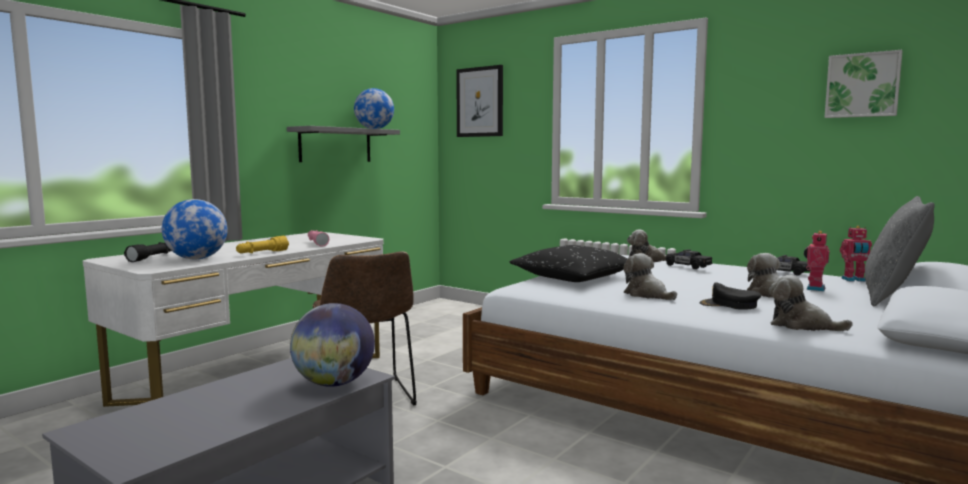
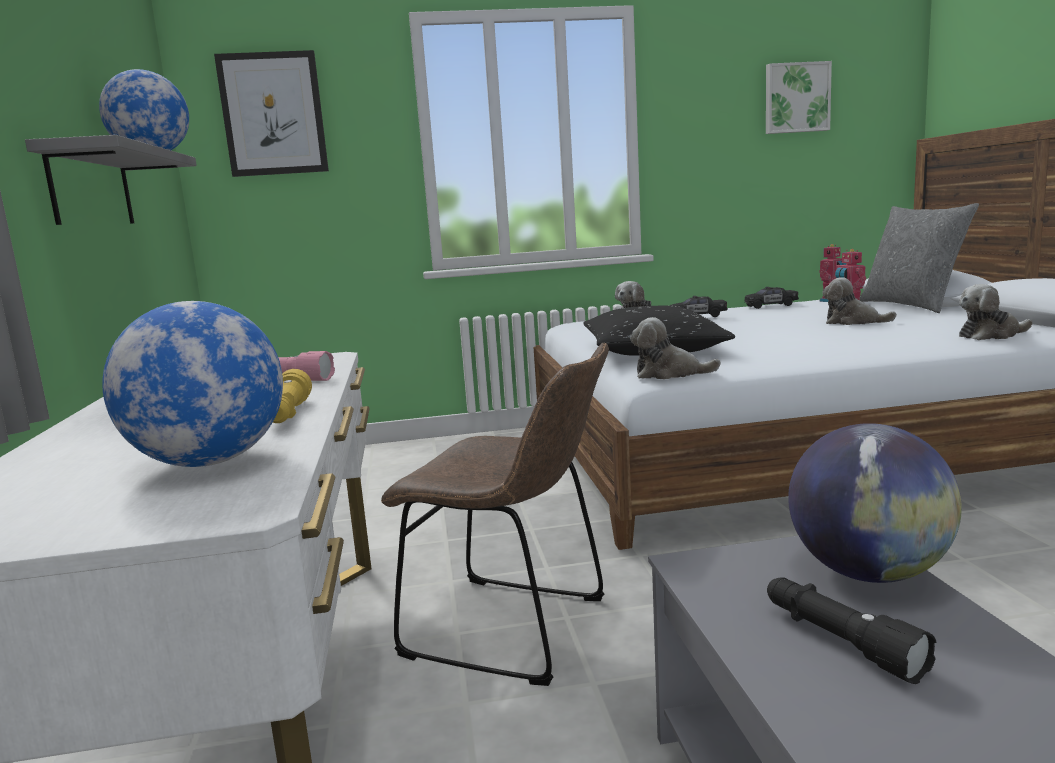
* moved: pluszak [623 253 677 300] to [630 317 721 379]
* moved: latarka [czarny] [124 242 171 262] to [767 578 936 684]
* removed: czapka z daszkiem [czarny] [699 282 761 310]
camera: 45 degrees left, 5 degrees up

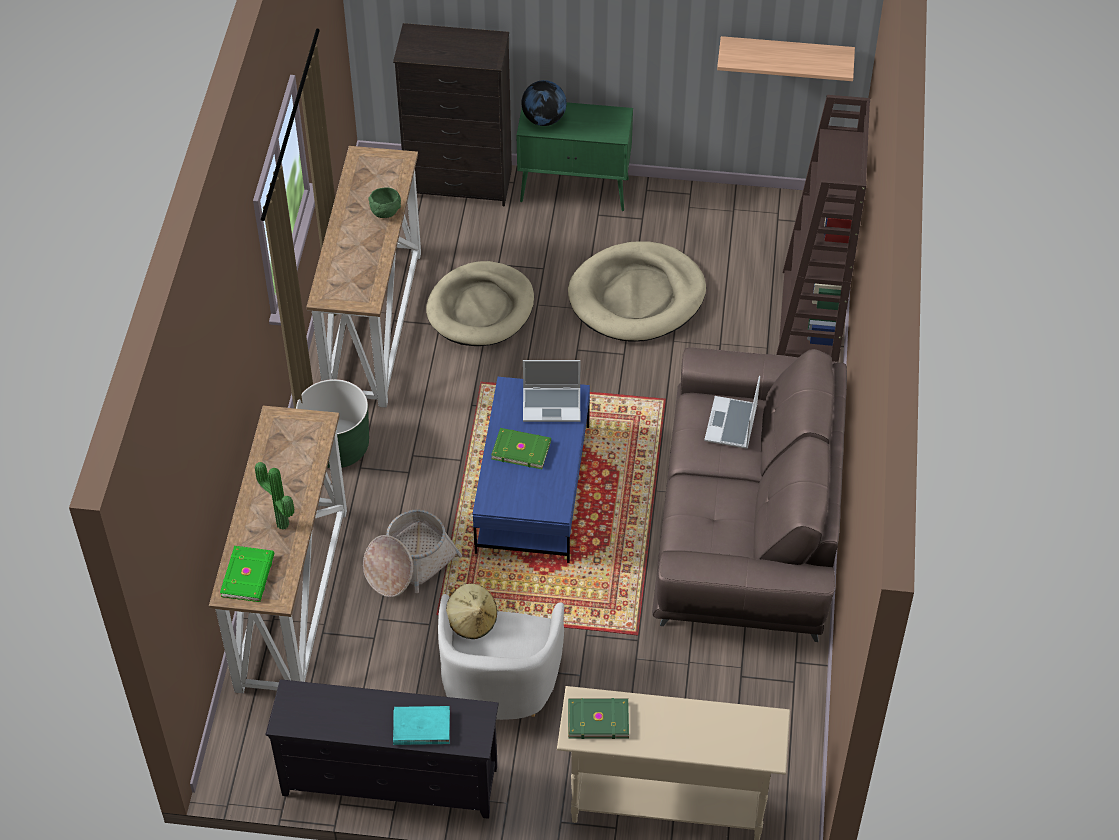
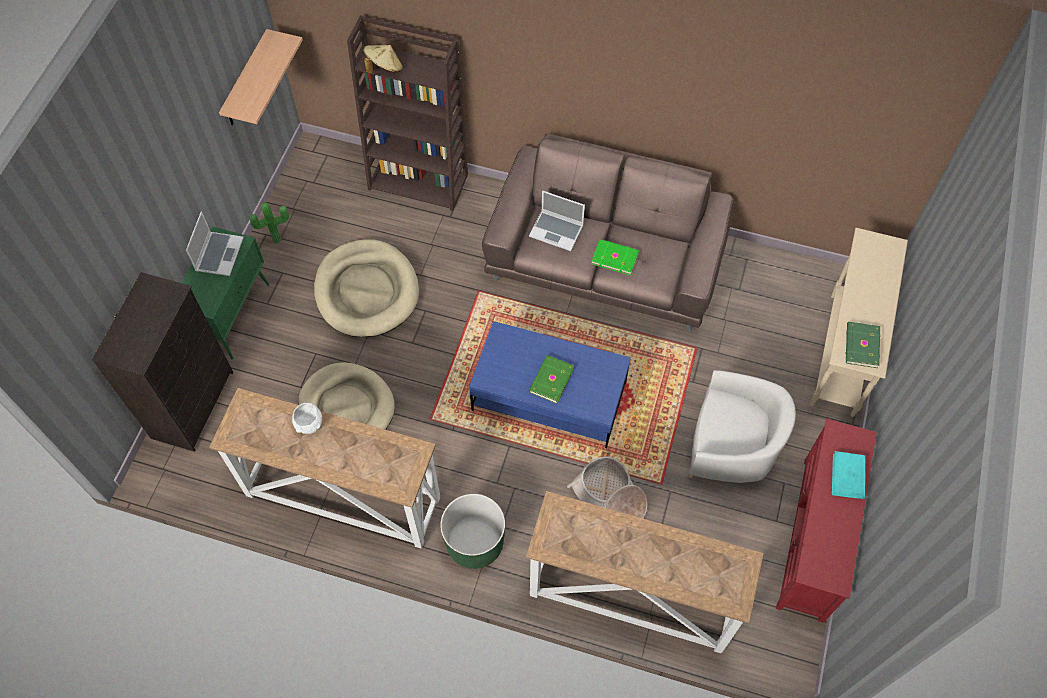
* moved: laptop [523 360 581 422] to [186 211 244 276]
* moved: roślina doniczkowa [255 462 294 530] to [249 202 289 243]
* recoloured: miska [zielony] [368 187 401 218] to miska [biały] [292 403 322 434]
* moved: kapelusz [beżowy] [446 583 497 639] to [363 45 403 73]
* moved: książka [zielony] [220 546 274 602] to [591 239 639 275]
* recoloured: szafka pod telewizor [czarny] [265 679 499 819] to szafka pod telewizor [czerwony] [776 419 877 622]
* removed: globus [521 80 567 126]
camera: 80 degrees left, 10 degrees up

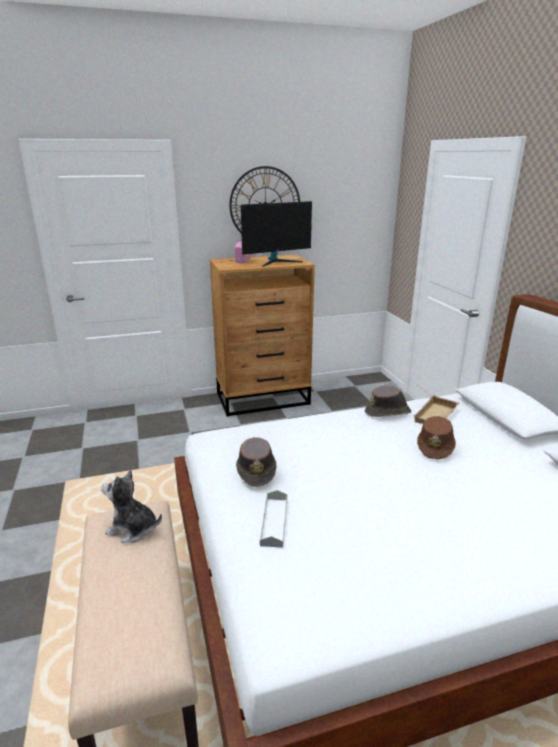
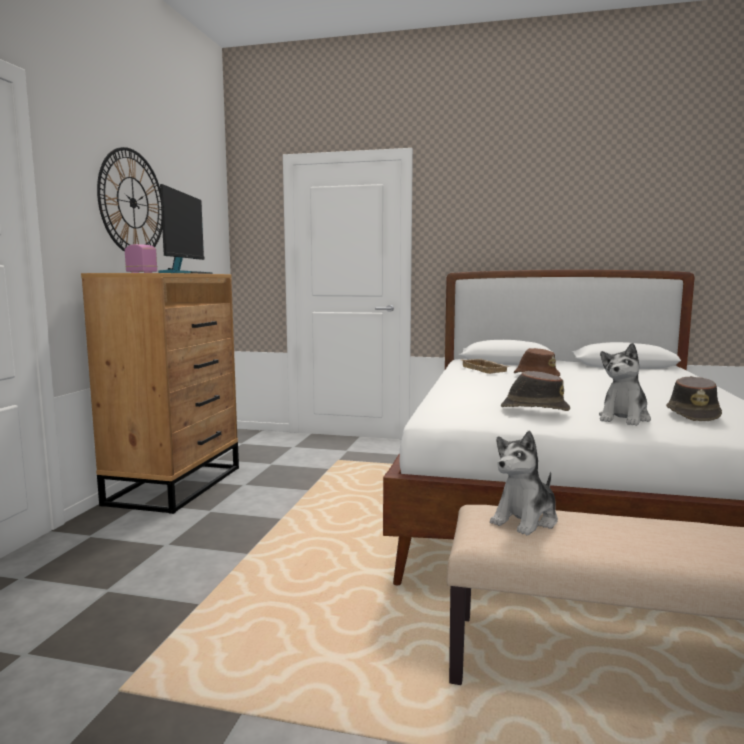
* replaced: taca [szary] [260 490 287 548] to pluszak [599 343 651 426]
* moved: kapelusz [brązowy] [365 385 411 417] to [666 376 722 421]
camera: 60 degrees left, 15 degrees down

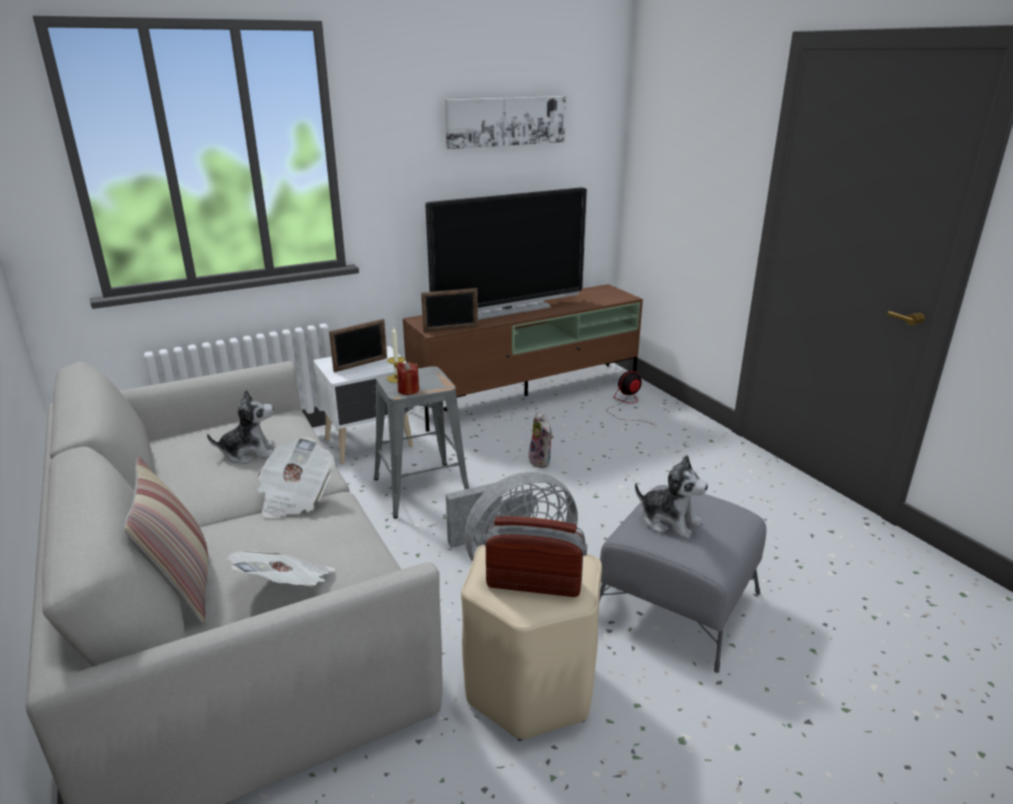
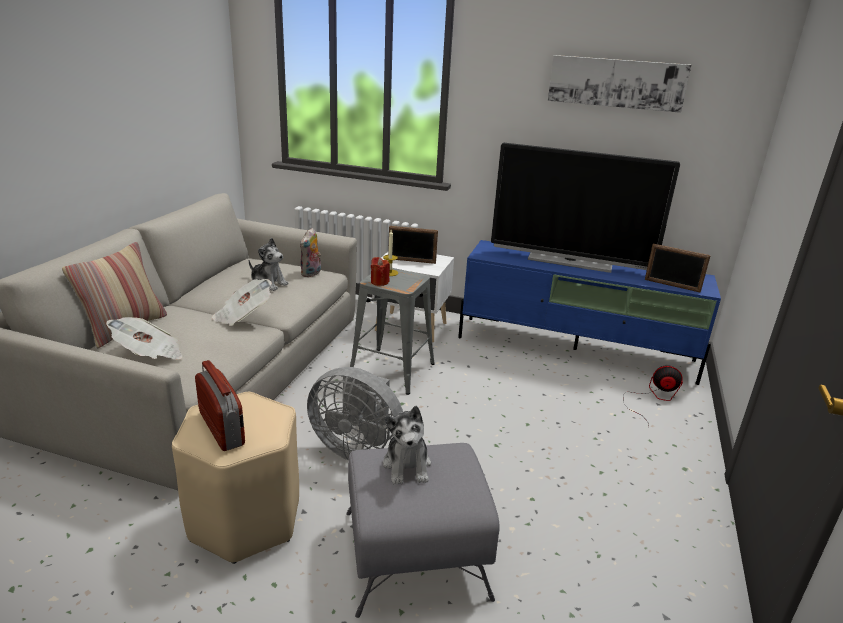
* moved: pluszak [527 411 553 468] to [300 228 321 277]
* recoloured: szafka pod telewizor [brązowy] [403 284 643 431] to szafka pod telewizor [niebieski] [458 240 721 385]
* moved: ramka na zdjęcie [421 288 478 332] to [645 244 711 293]
camera: 45 degrees right, 0 degrees up

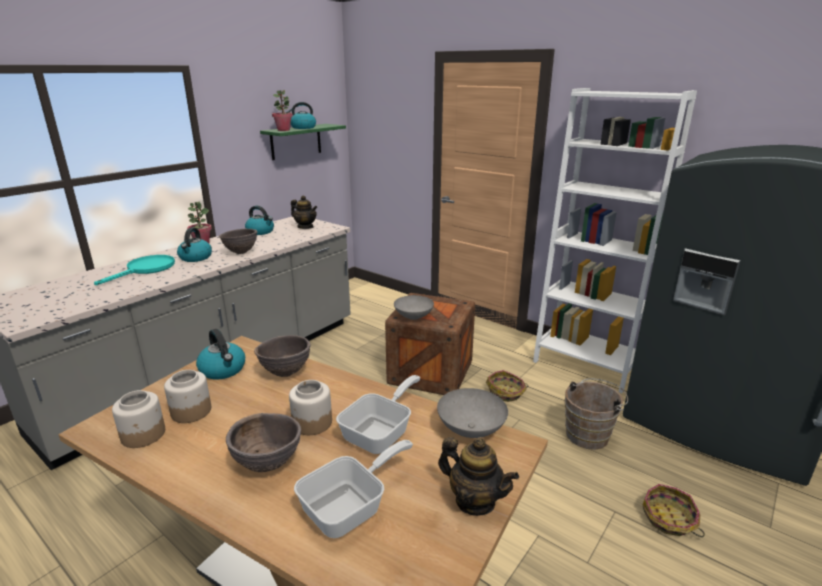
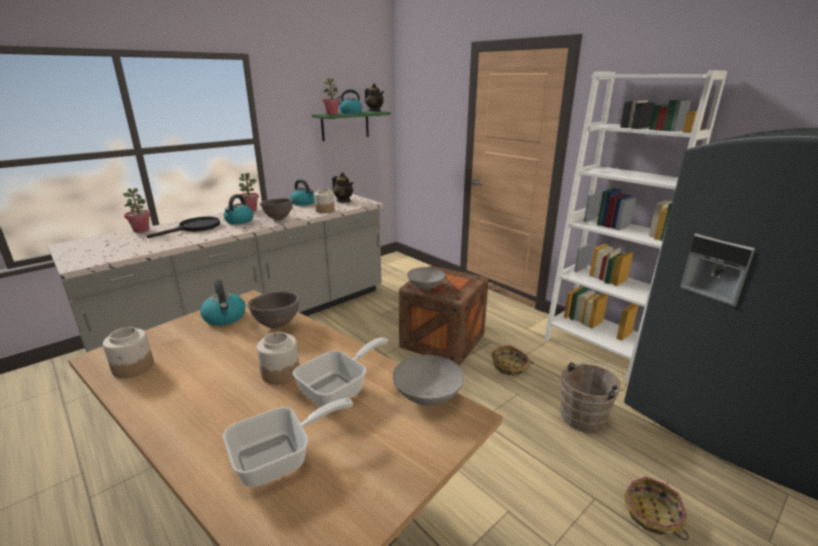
* added: roślina doniczkowa [123 188 151 233]
* recoloured: patelnia [turkusowy] [94 255 175 285] to patelnia [czarny] [147 217 220 238]
* moved: słoik [164 370 211 423] to [314 189 335 213]
* moved: imbryk [438 437 519 516] to [365 83 384 112]
* removed: miska [brązowy] [226 413 301 472]
camera: 10 degrees right, 0 degrees up

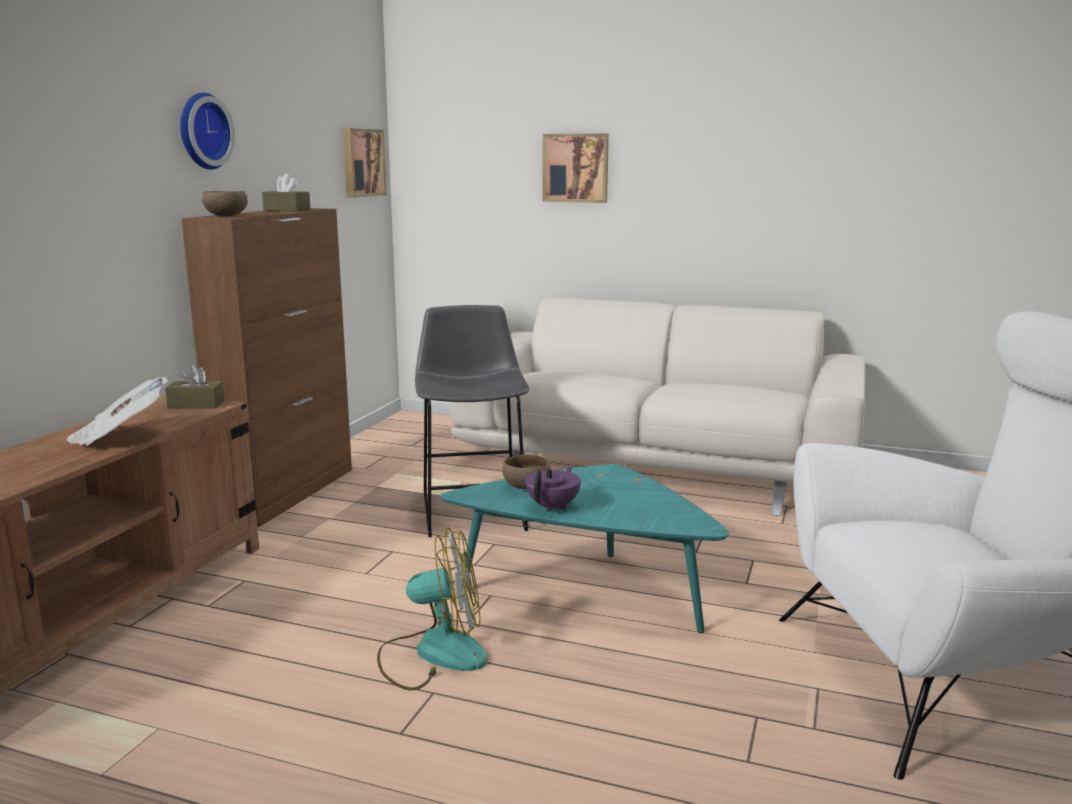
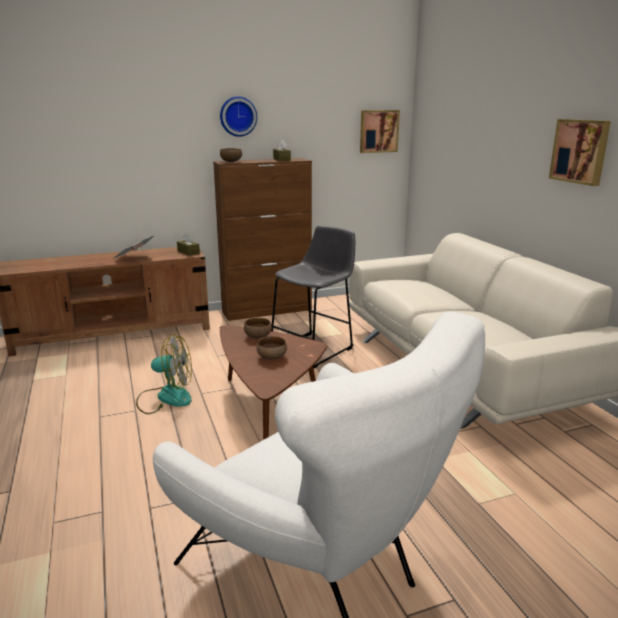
* turned: wentylator [377 527 487 690] = [136 334 192 414] 45 degrees counterclockwise
* recoloured: ława [turkusowy] [440 464 729 633] to ława [brązowy] [220 326 327 440]
* added: miska [brązowy] [257 336 287 360]
* moved: obraz [543 134 609 203] to [549 119 611 186]
* removed: imbryk [fioletowy] [525 466 581 512]
camera: 50 degrees right, 5 degrees up

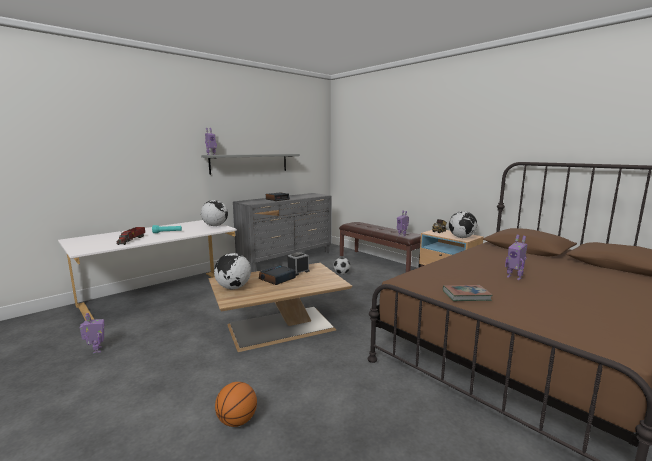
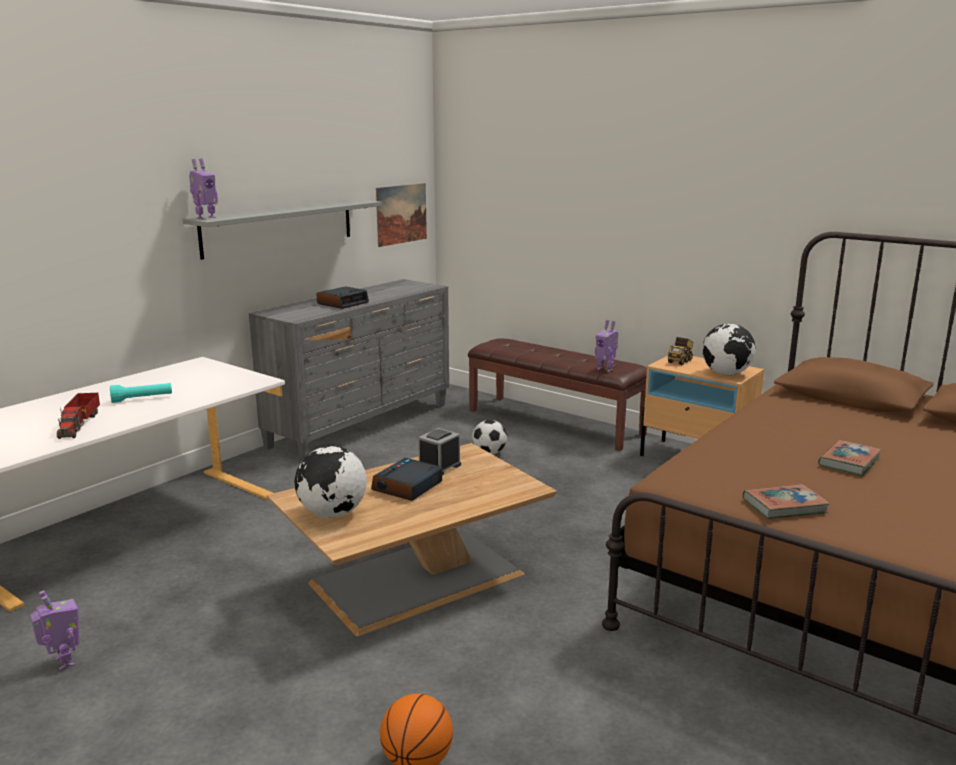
* added: obraz [376 183 427 247]
* replaced: robot zabawkowy [505 235 527 280] to książka [818 440 881 476]
* removed: globus [201 200 228 226]
camera: 10 degrees left, 5 degrees up

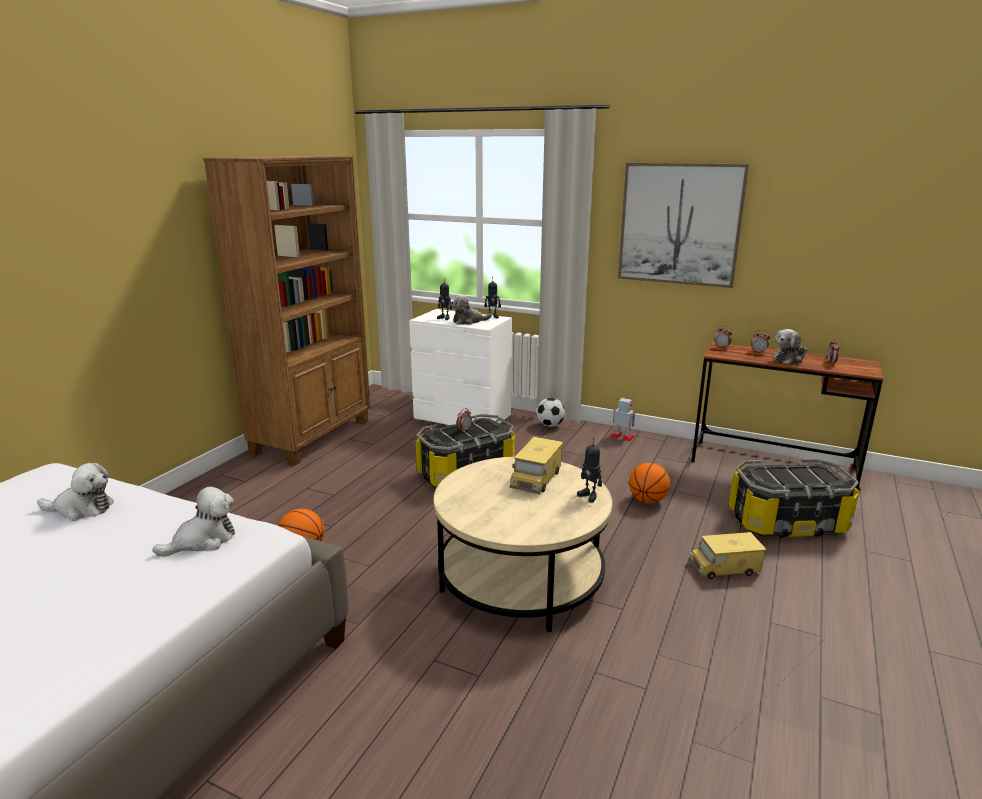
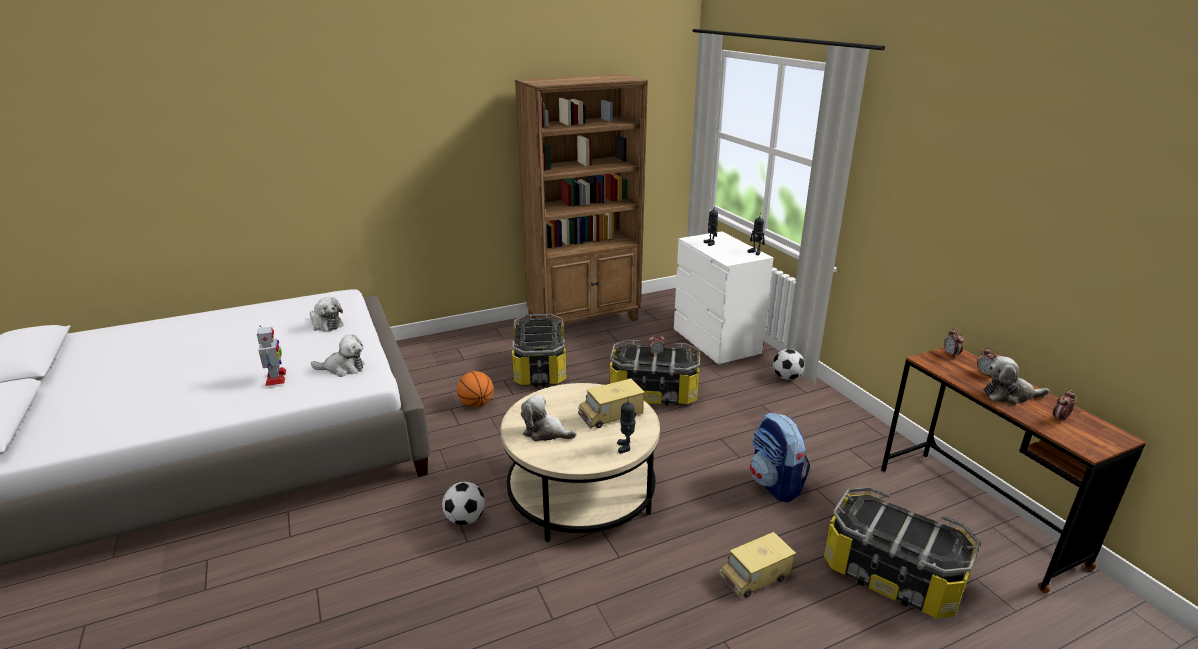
* moved: robot zabawkowy [610 398 636 441] to [257 325 286 386]
* added: piłka futbolowa [442 482 485 525]
* added: pojemnik do przechowywania [512 314 566 388]
* moved: pluszak [451 295 492 325] to [521 395 577 441]
* turned: ciężarówka zabawkowa [689 532 767 579] = [719 532 796 599] 60 degrees counterclockwise
* replaced: piłka do koszykówki [629 463 670 503] to plecak [750 412 810 503]
* removed: obraz [618 163 749 288]
camera: 40 degrees right, 5 degrees up

